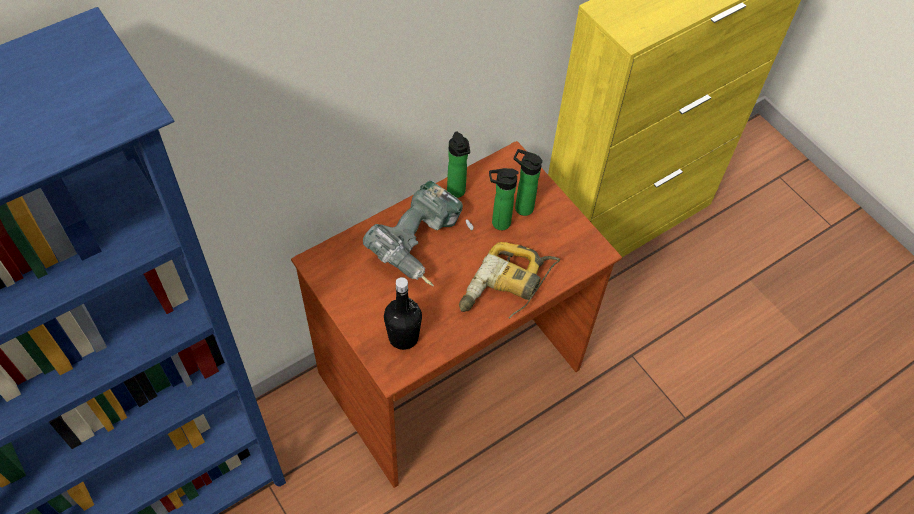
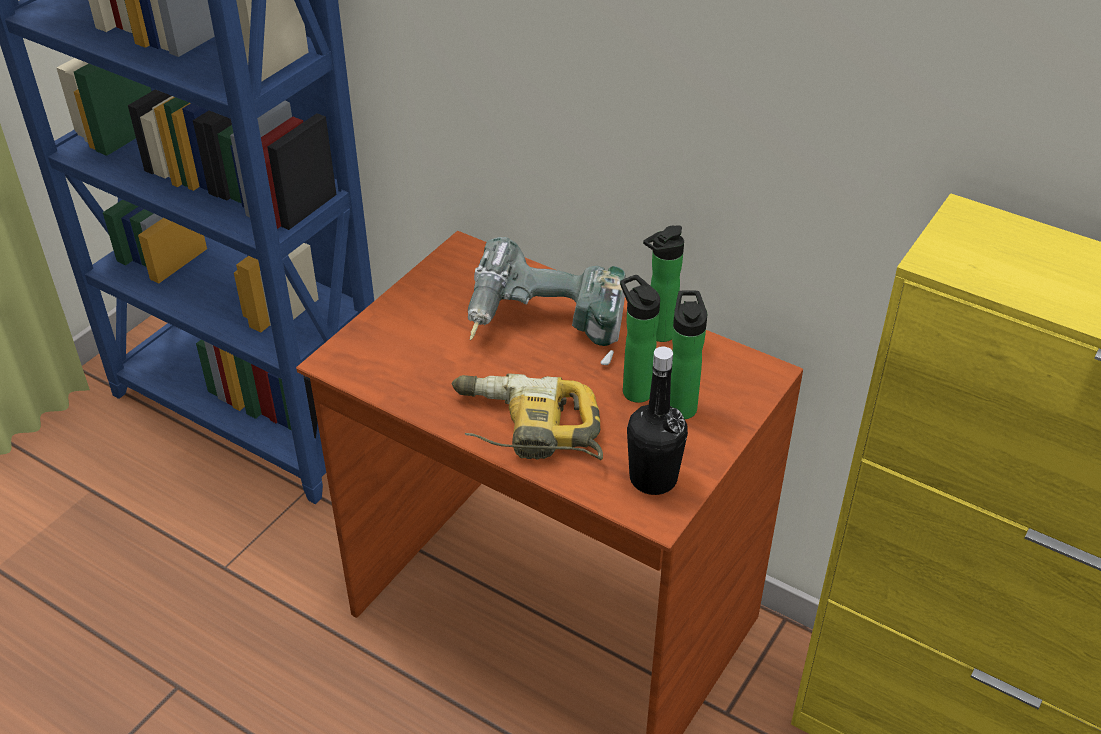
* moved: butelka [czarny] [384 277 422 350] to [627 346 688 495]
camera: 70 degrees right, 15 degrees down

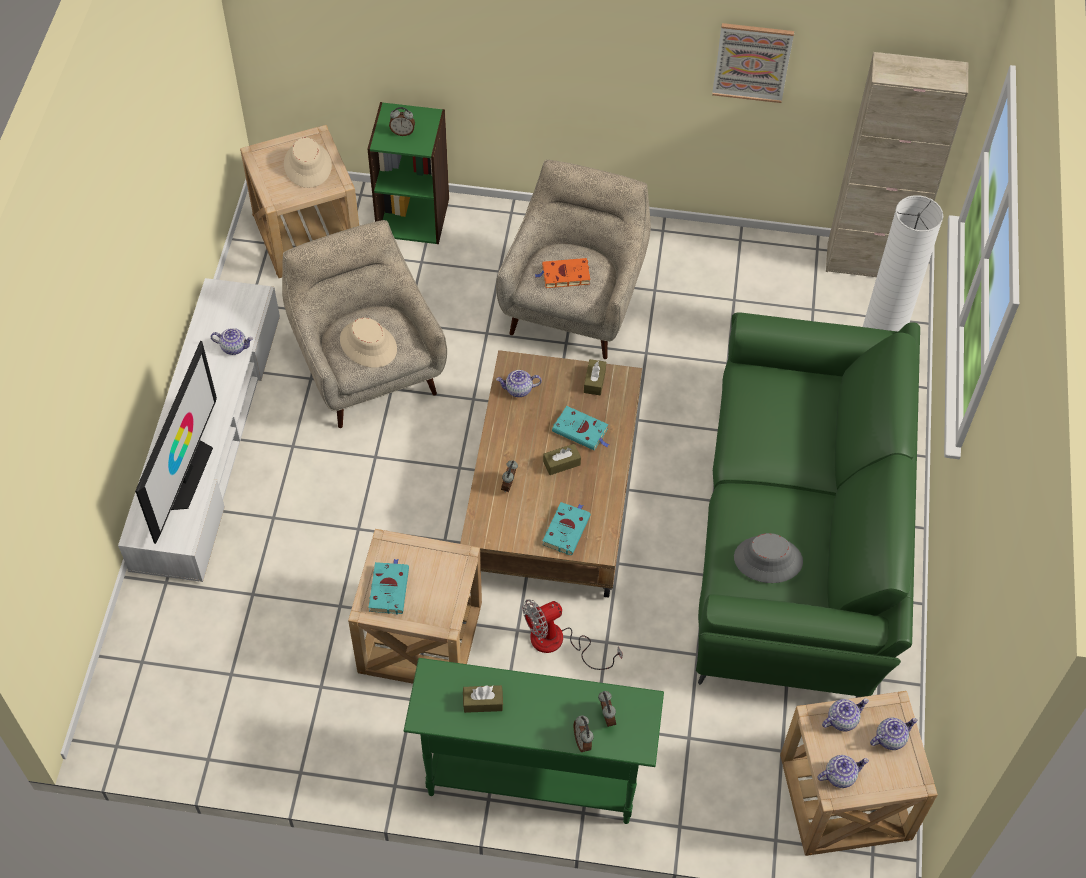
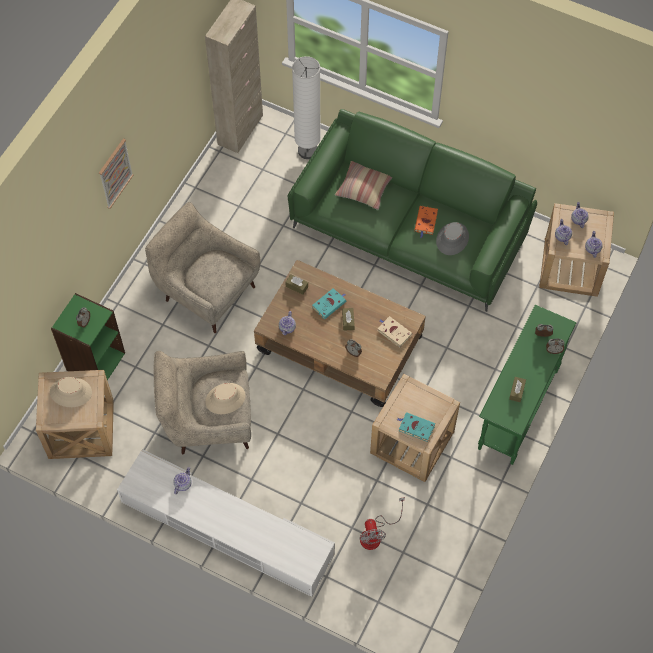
* moved: obraz [712 23 794 103] to [99 138 134 209]
* added: poduszka [335 161 392 210]
* moved: wentylator [523 599 623 670] to [359 497 405 550]
* recoloured: książka [turkusowy] [542 502 591 555] to książka [beżowy] [377 316 413 348]
* moved: książka [pomarańczowy] [534 258 590 288] to [414 206 438 238]
* removed: telewizor [135 341 217 544]
camera: 70 degrees left, 5 degrees up

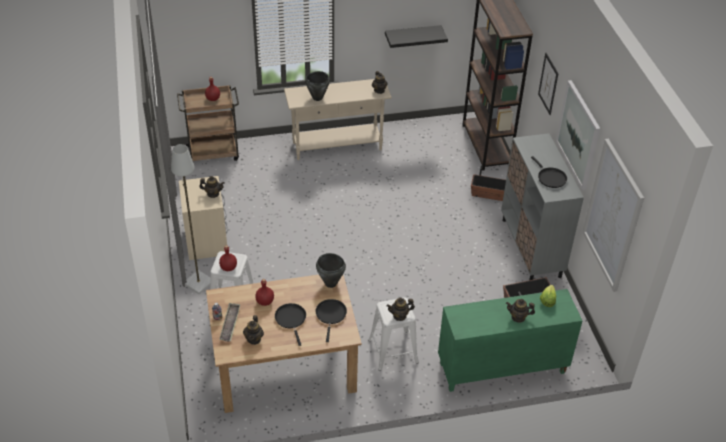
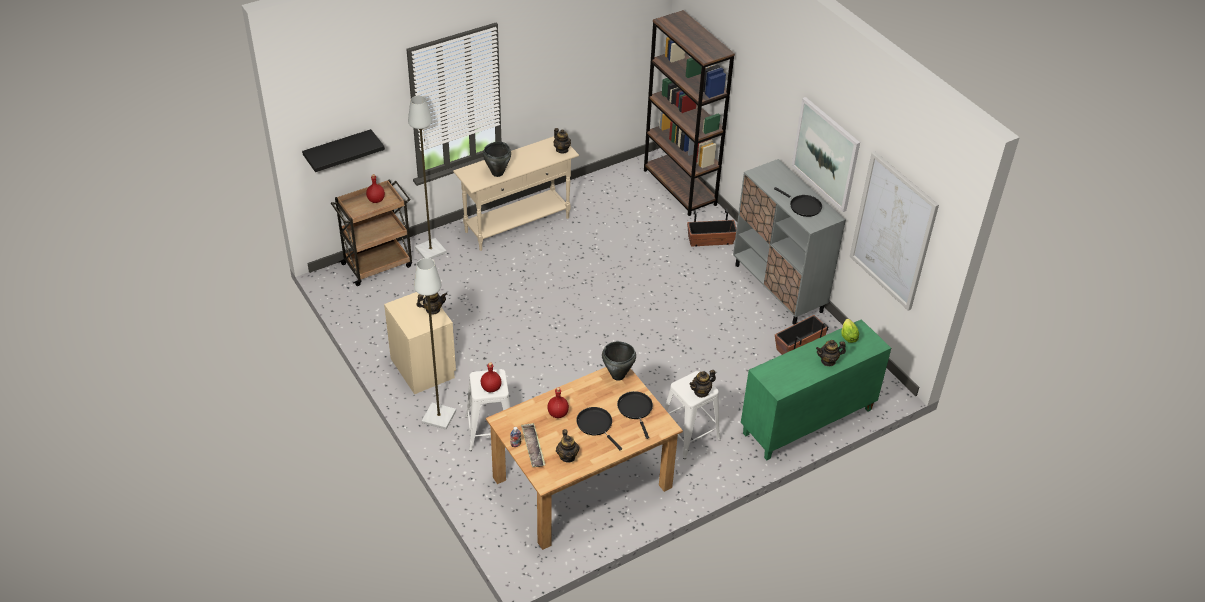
* moved: półka [czarny] [385 25 448 48] to [302 129 385 172]
* added: lampa stojąca [szary] [408 96 447 259]
* removed: obraz [538 53 559 115]
camera: 20 degrees left, 0 degrees up

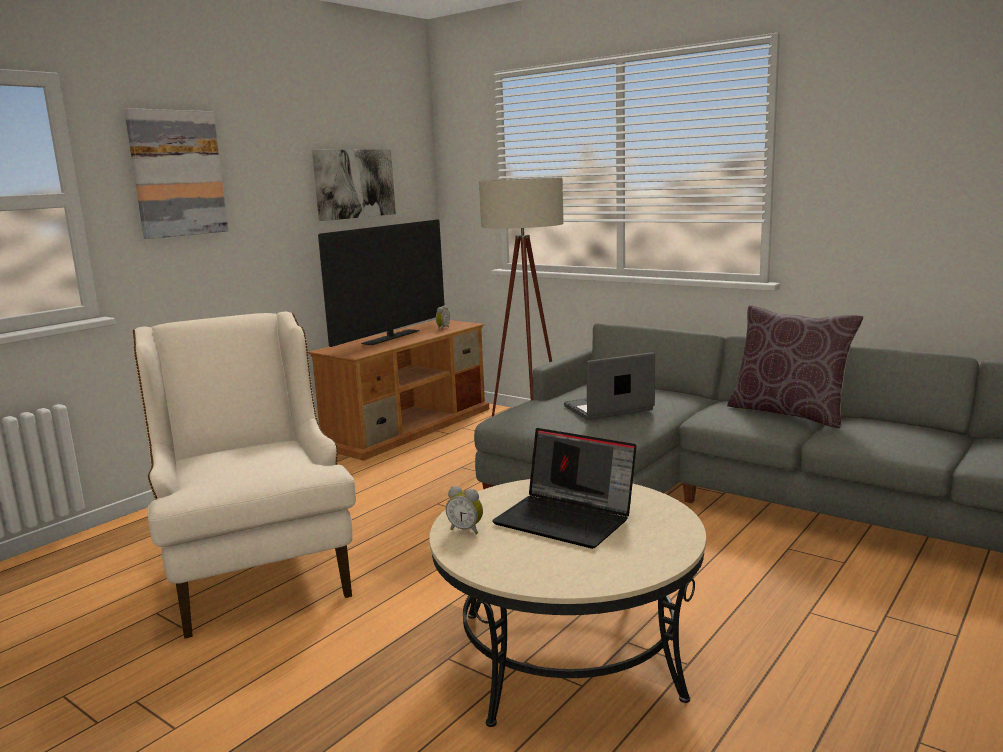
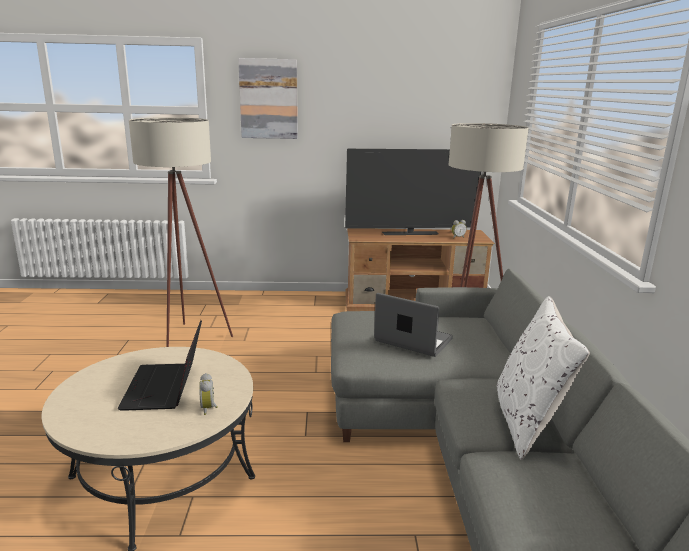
* replaced: fotel [beżowy] [133 312 356 639] to lampa stojąca [beżowy] [129 117 233 347]
* moved: budzik [446 486 483 534] to [199 373 218 415]
* recoloured: poduszka [brązowy] [727 305 863 428] to poduszka [biały] [497 296 590 460]
* removed: obraz [312 149 396 221]
camera: 50 degrees right, 5 degrees up

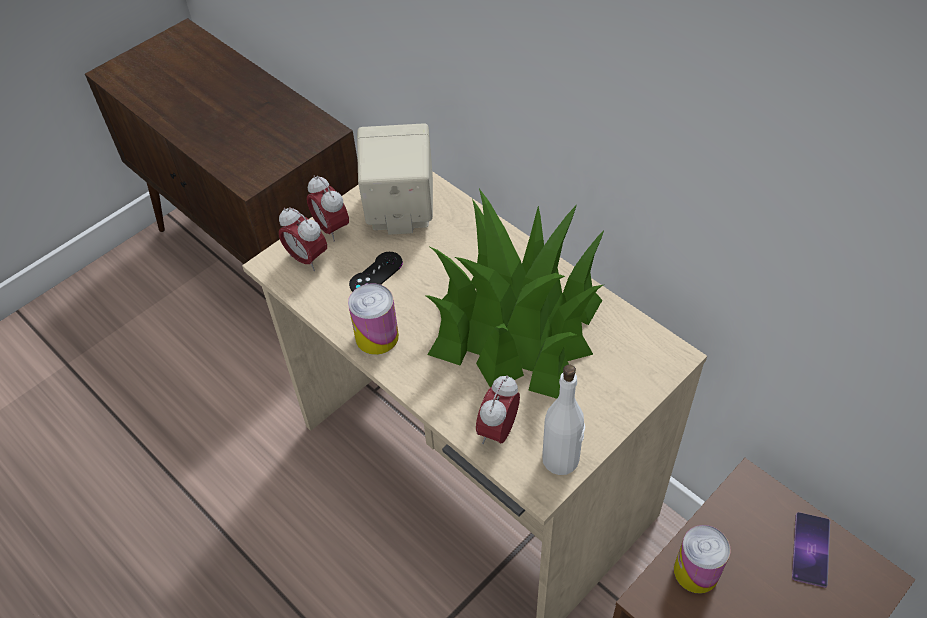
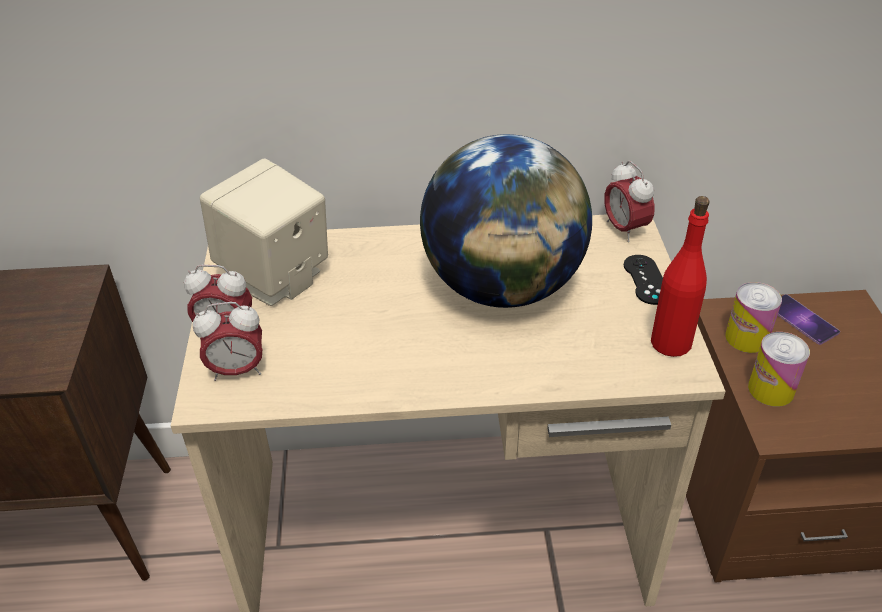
* replaced: roślina doniczkowa [424 189 604 399] to globus [420 134 592 308]
* moved: budzik [476 375 520 444] to [604 161 655 242]
* moved: pad do gier [czarny] [349 252 403 292] to [624 255 663 305]
* recoloured: butelka [biały] [542 364 585 475] to butelka [czerwony] [651 196 710 357]
* moved: puszka [348 284 399 355] to [725 282 782 353]
camera: 50 degrees left, 10 degrees down

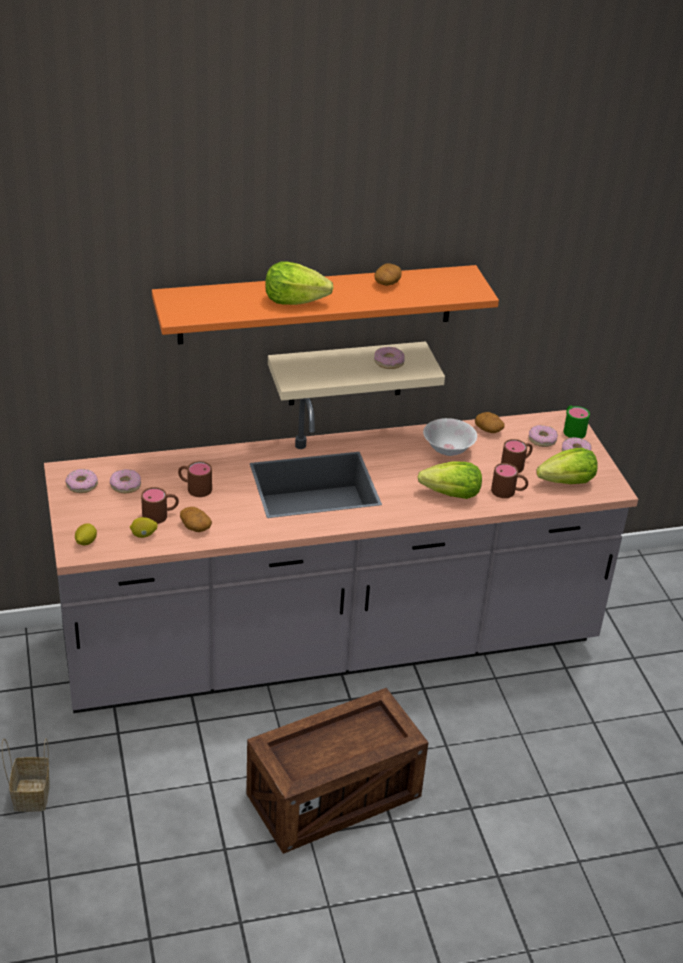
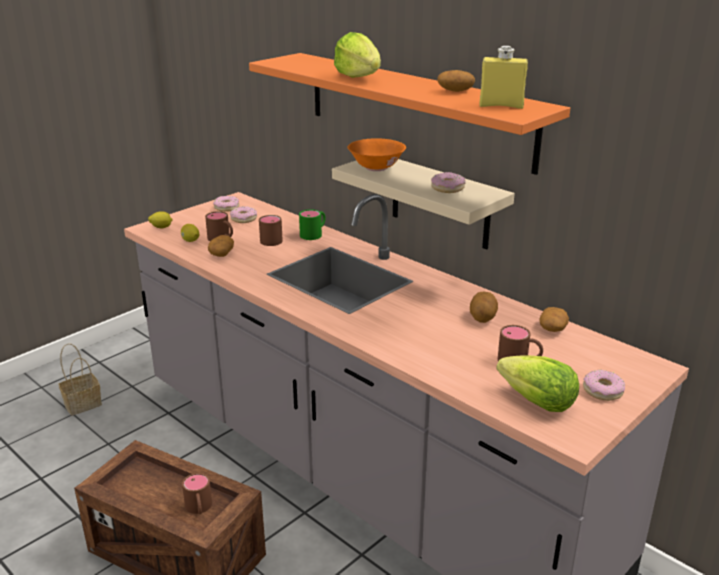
* moved: kubek [brązowy] [491 463 528 498] to [182 473 212 514]
* moved: kubek [zielony] [564 405 590 438] to [299 209 326 240]
* added: miska [pomarańczowy] [348 138 406 171]
* replaced: miska [biały] [423 418 477 456] to ziemniak [470 292 498 323]
* added: butelka [żółty] [480 46 528 109]
* removed: sałata [418 461 482 499]
* removed: donut [529 425 558 447]
camera: 60 degrees right, 10 degrees down

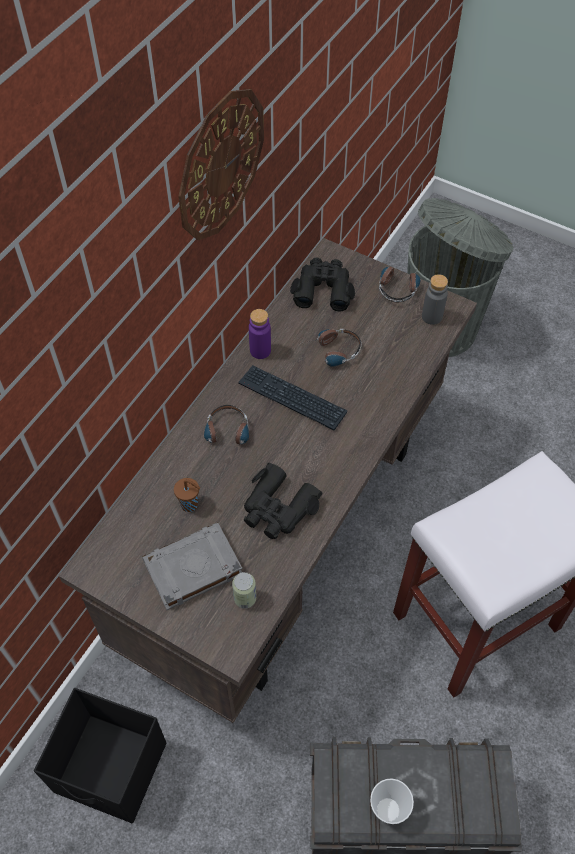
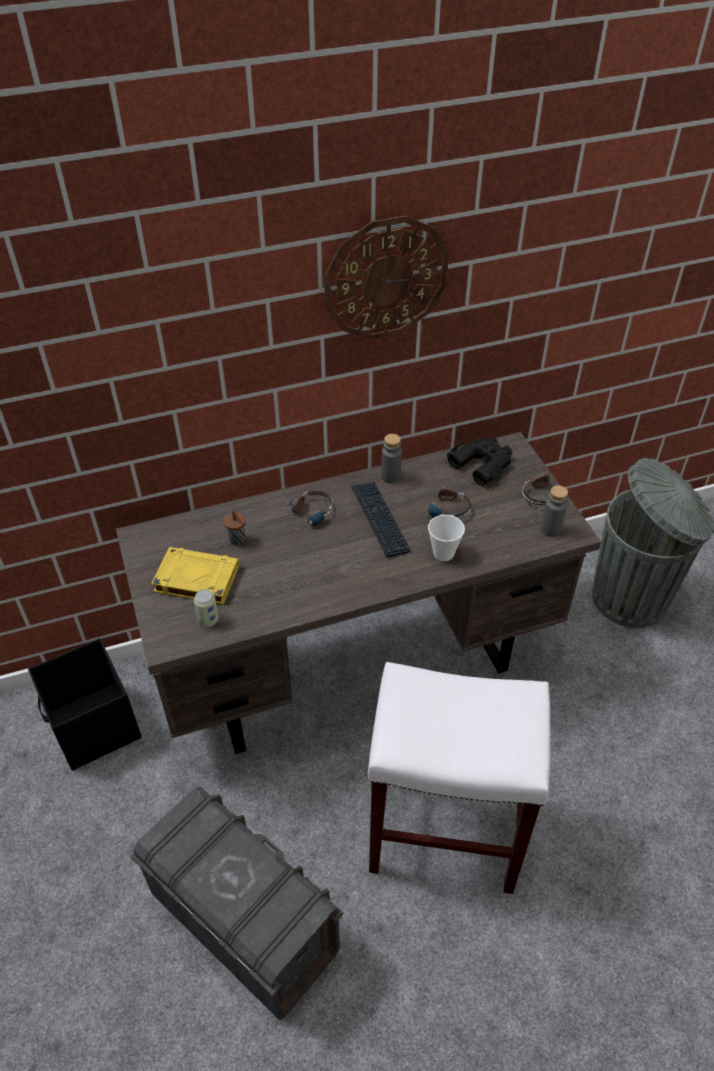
* recoloured: książka [szary] [142 522 243 610] to książka [żółty] [151 547 240 605]
* recoloured: butelka [fioletowy] [249 309 271 359] to butelka [szary] [381 434 402 483]
* moved: filiżanka [370 778 414 824] to [428 515 465 561]
* removed: lornetka [czarny] [244 463 323 539]
camera: 40 degrees right, 10 degrees down

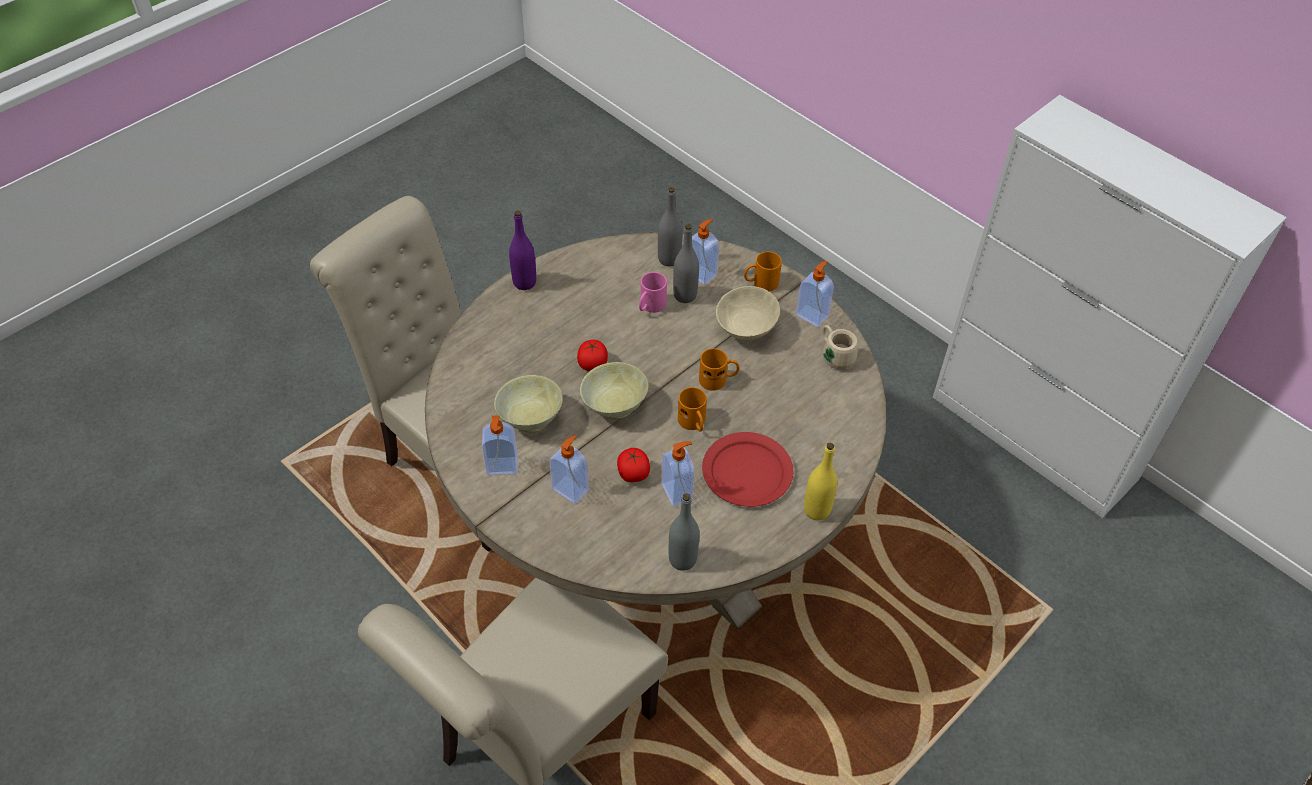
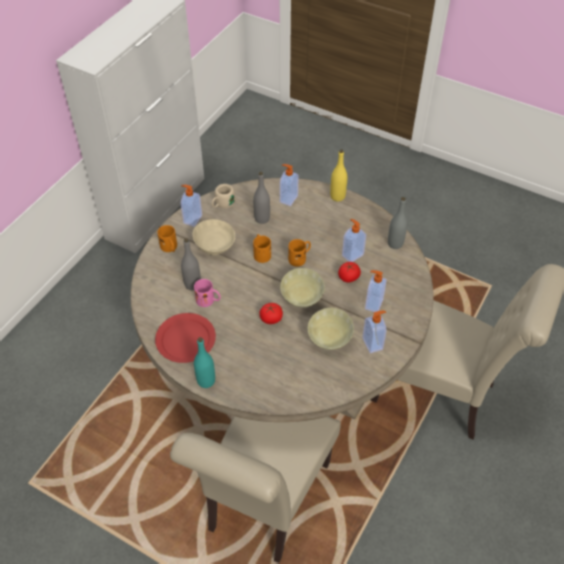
* moved: talerz [czerwony] [702 432 793 507] to [155 313 216 363]
* recoloured: butelka [fioletowy] [509 211 536 290] to butelka [turkusowy] [194 337 215 388]
* moved: butelka [szary] [658 187 683 266] to [253 172 270 224]
* moved: dozownik mydła [692 219 719 285] to [280 164 299 206]
camera: 105 degrees left, 0 degrees up

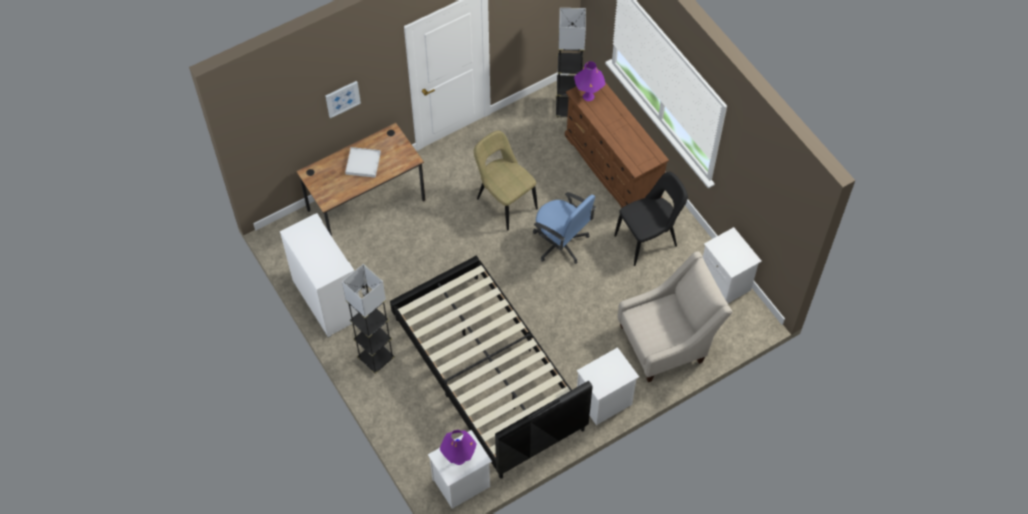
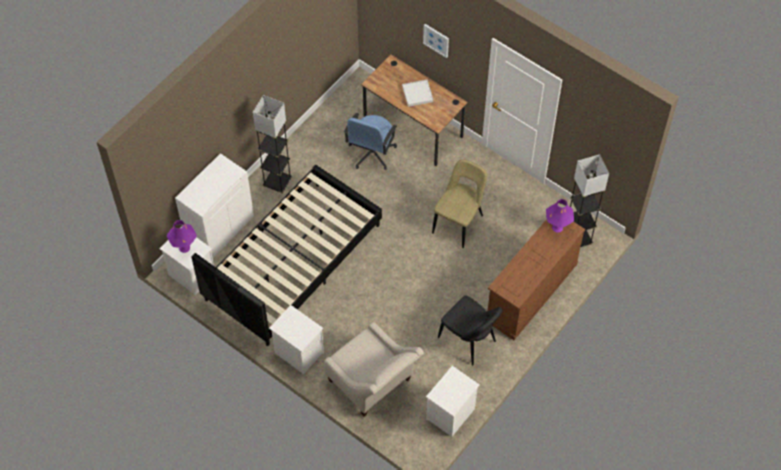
* moved: szafka [biały] [280 213 359 338] to [175 153 254 258]
* moved: krzesło biurowe [niebieski] [533 192 596 264] to [344 113 397 170]
camera: 70 degrees right, 0 degrees up

